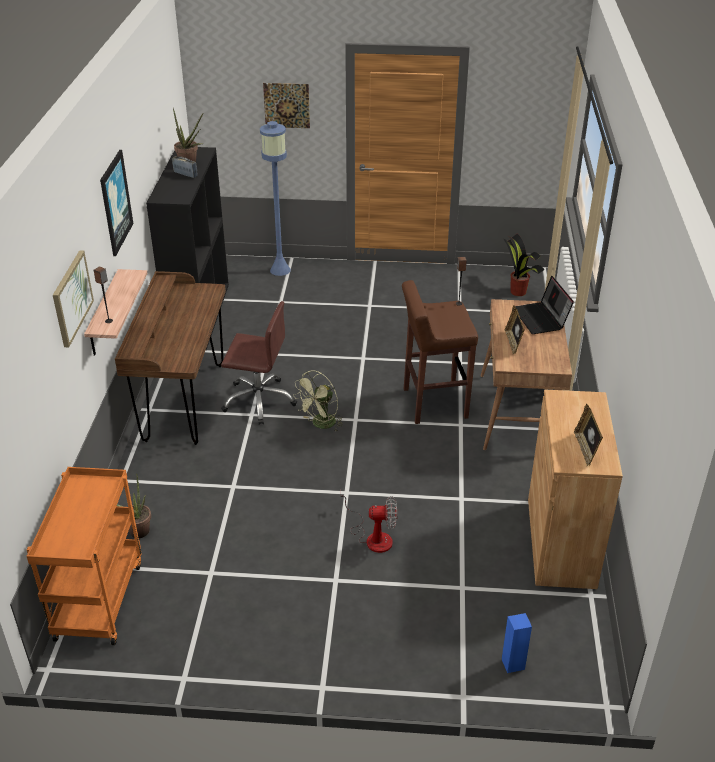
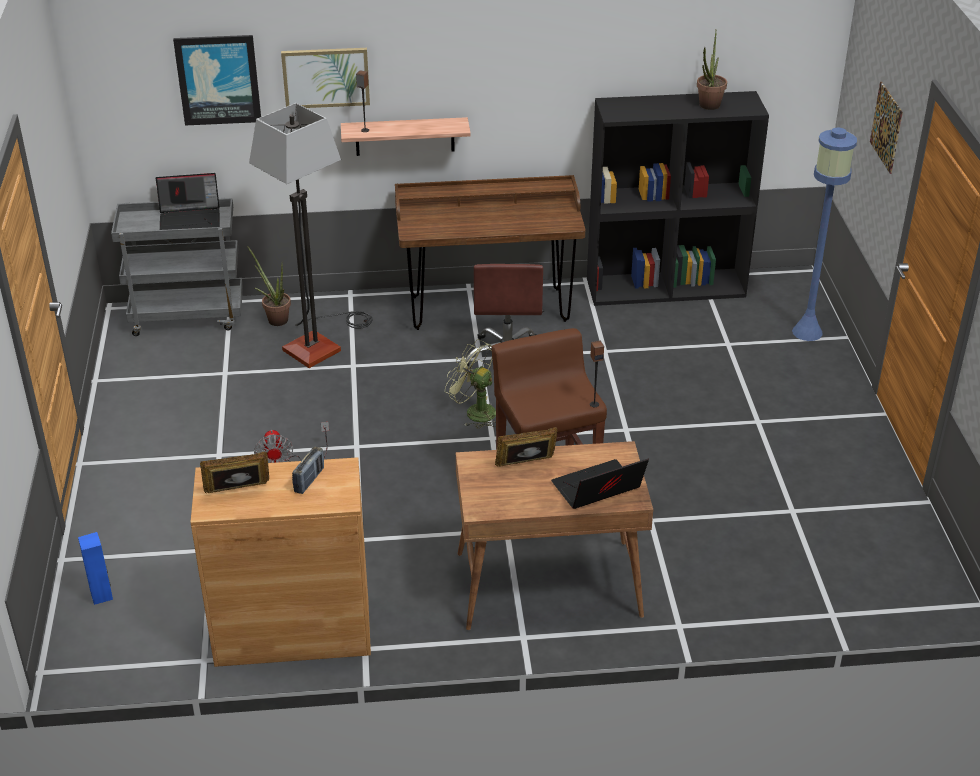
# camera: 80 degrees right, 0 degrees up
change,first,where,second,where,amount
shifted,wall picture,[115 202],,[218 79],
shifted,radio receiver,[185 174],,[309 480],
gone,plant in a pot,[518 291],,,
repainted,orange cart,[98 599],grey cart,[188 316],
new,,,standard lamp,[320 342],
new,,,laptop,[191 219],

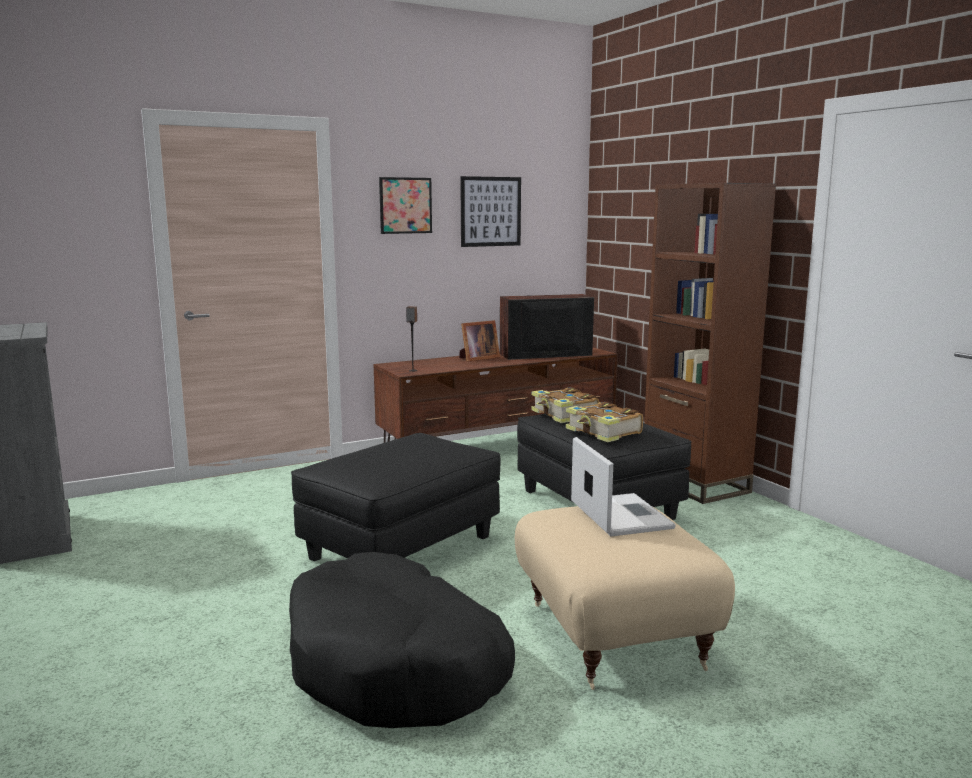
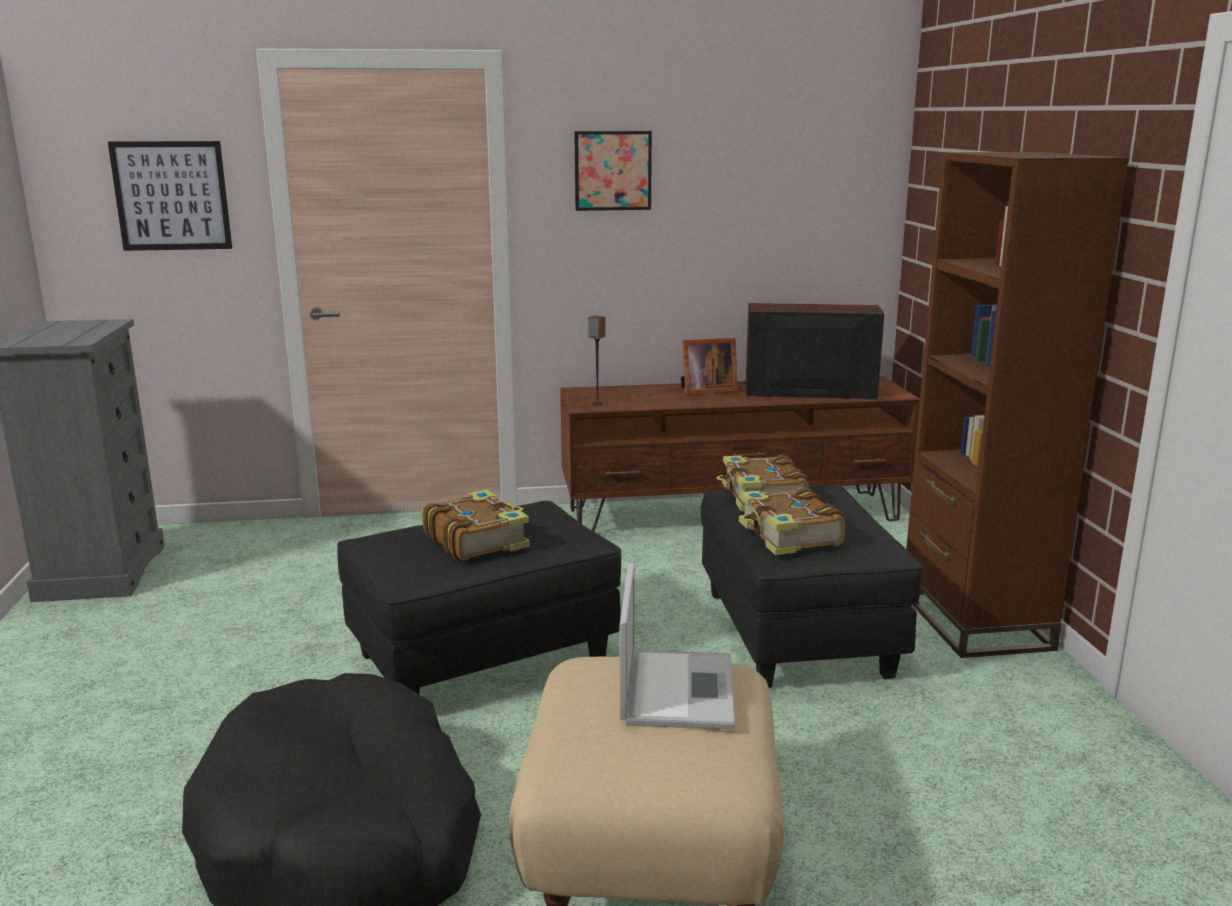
# camera: 20 degrees right, 5 degrees up
change,first,where,second,where,amount
shifted,wall picture,[490 211],,[171 196],
new,,,volume,[476 540],

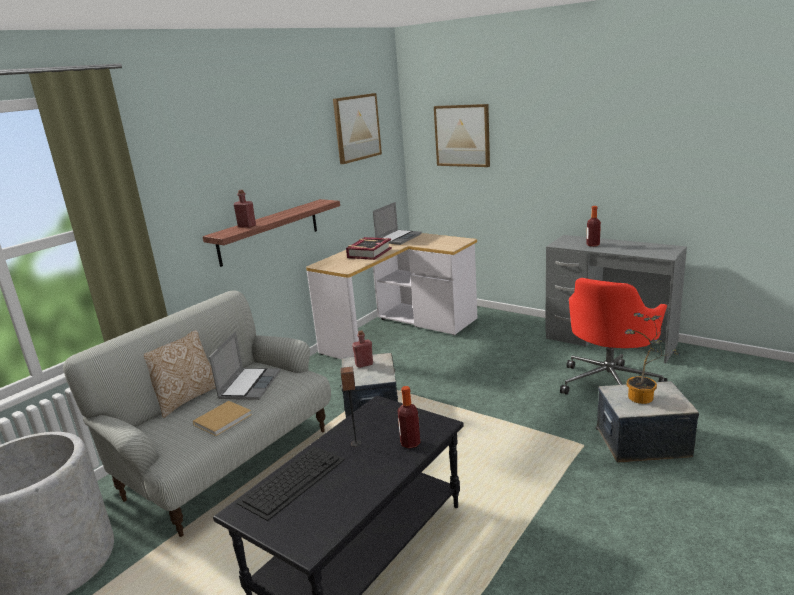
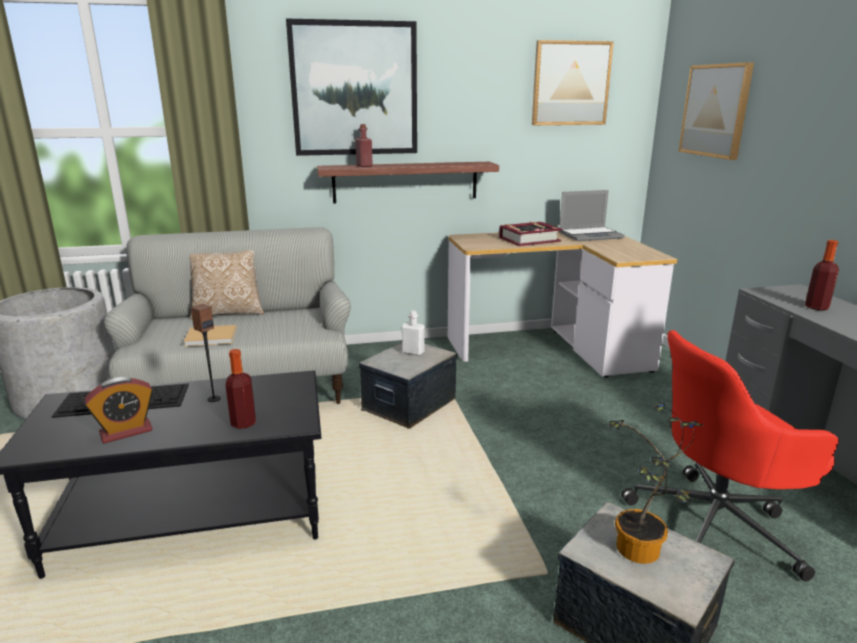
# camera: 40 degrees right, 0 degrees up
change,first,where,second,where,amount
gone,laptop,[249 385],,,
repainted,red-coloured drink bottle,[364 364],white drink bottle,[413 352],
new,,,wall picture,[354 89],
new,,,bedside clock,[126 432],

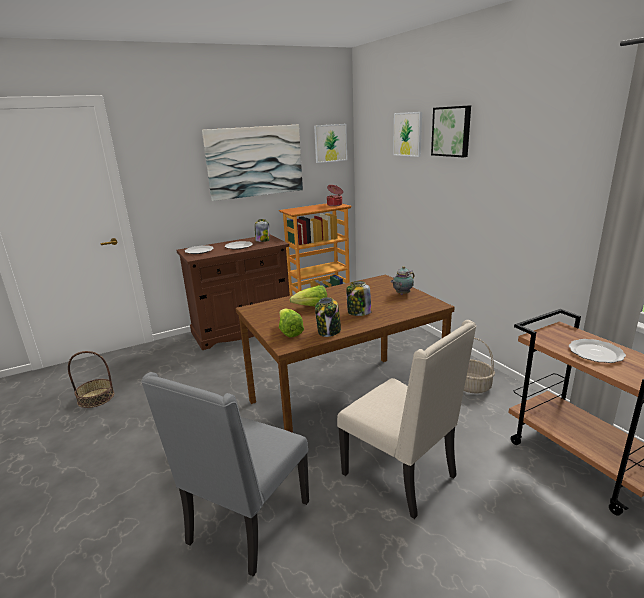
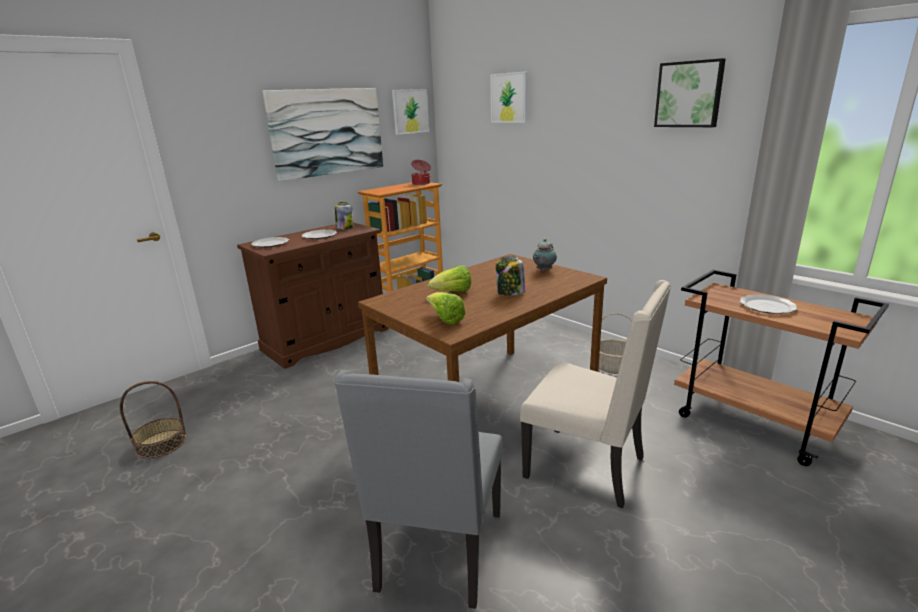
# camera: 15 degrees left, 0 degrees up
change,first,where,second,where,amount
shifted,wall picture,[452 131],,[689 94],
gone,preserve jar,[329 331],,,

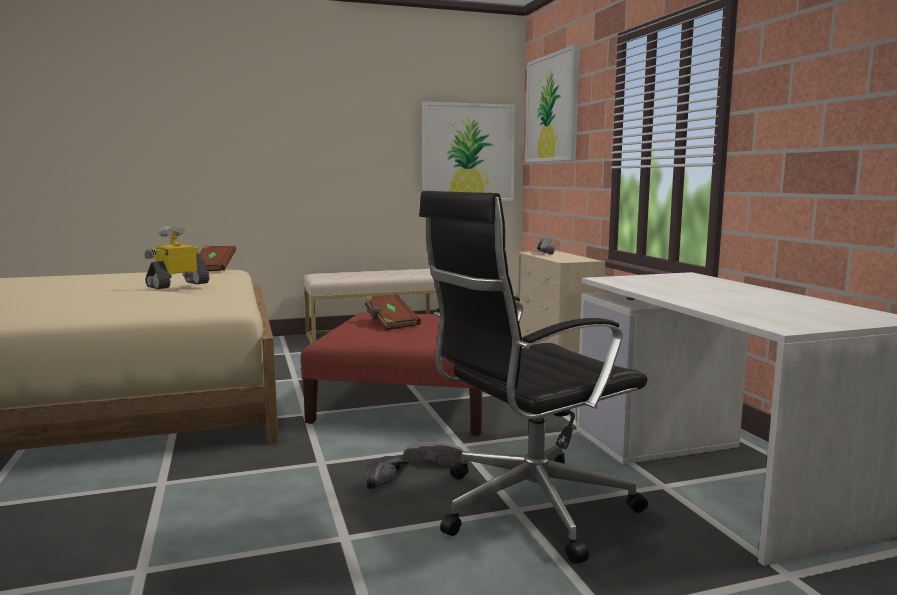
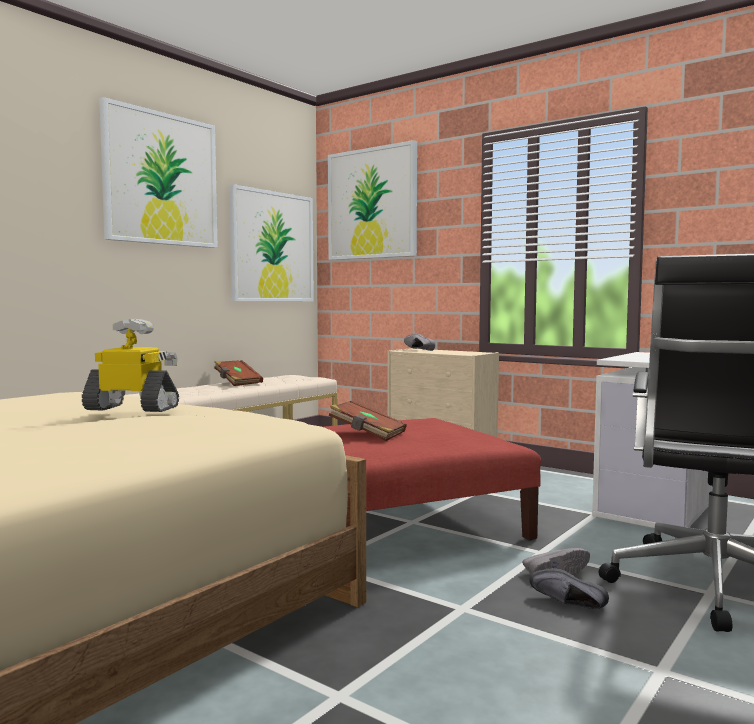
# camera: 35 degrees left, 5 degrees down
change,first,where,second,where,amount
rotated,model robot,[177 285],,[133 408],90 degrees clockwise
shifted,brownish volume,[213 269],,[237 383],
rotated,black-coloured low shoe,[388 482],,[567 605],135 degrees clockwise
new,,,wall picture,[161 179],

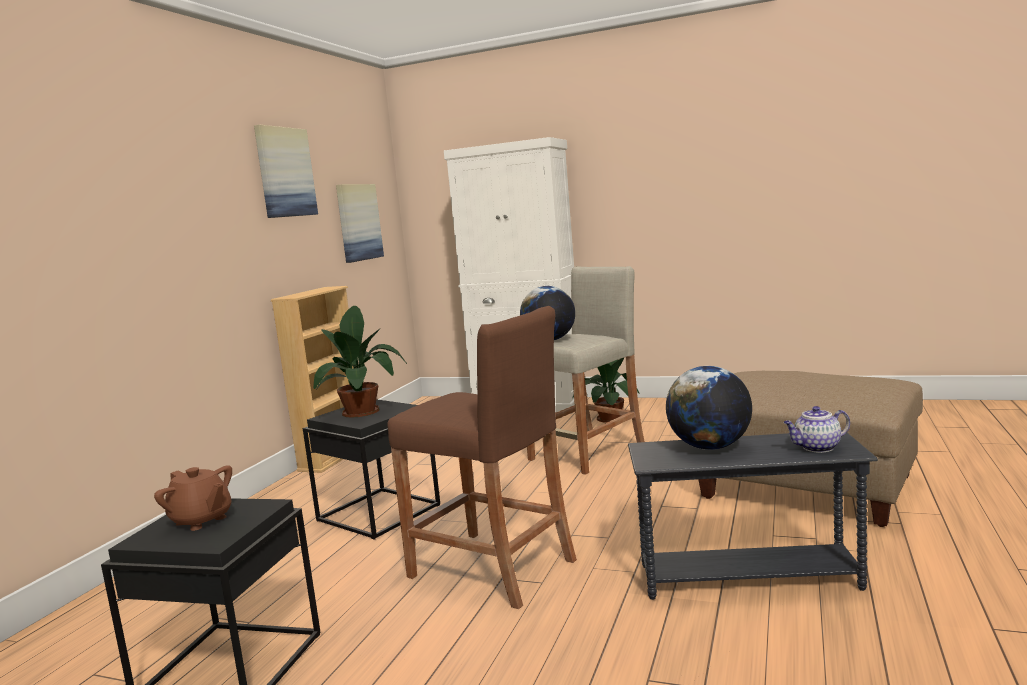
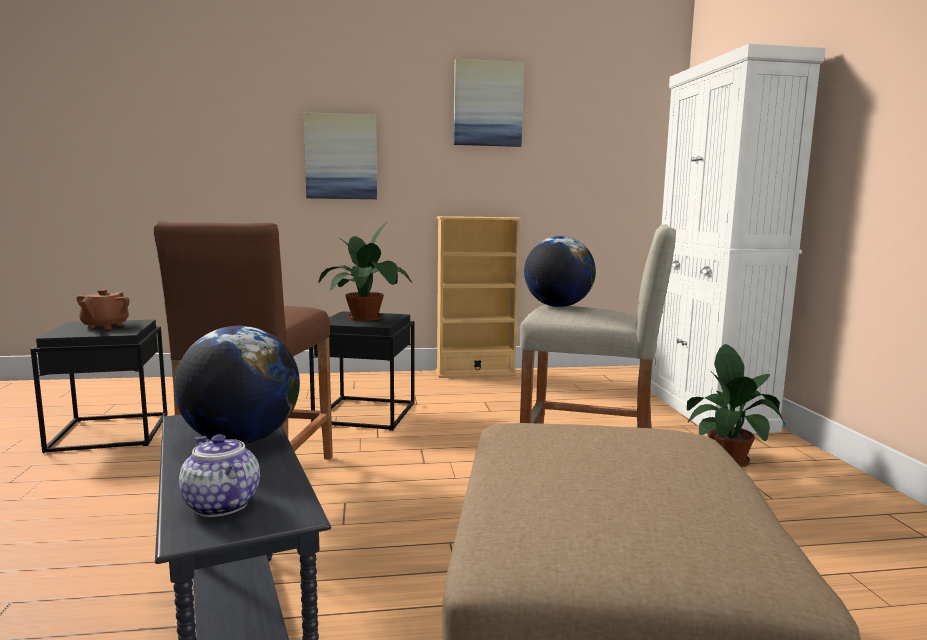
# camera: 60 degrees right, 0 degrees up
change,first,where,second,where,amount
shifted,wall picture,[358 222],,[341 157],

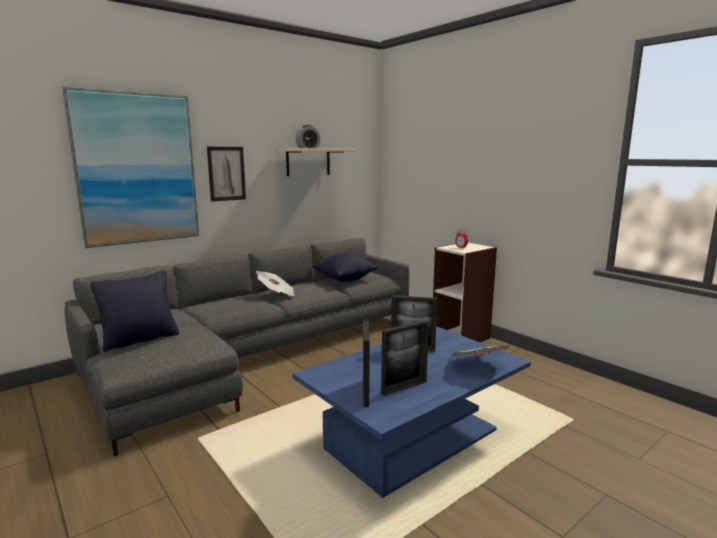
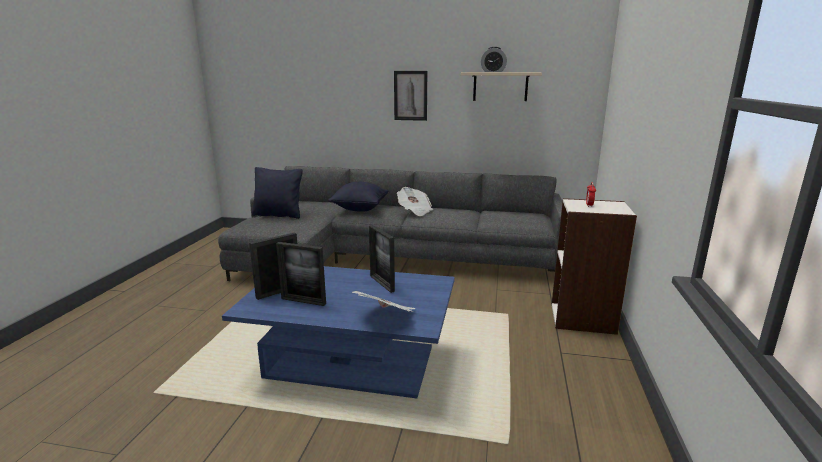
# camera: 50 degrees right, 5 degrees up
change,first,where,second,where,amount
gone,wall picture,[137 169],,,
shifted,black-coloured cushion,[344 279],,[360 209],

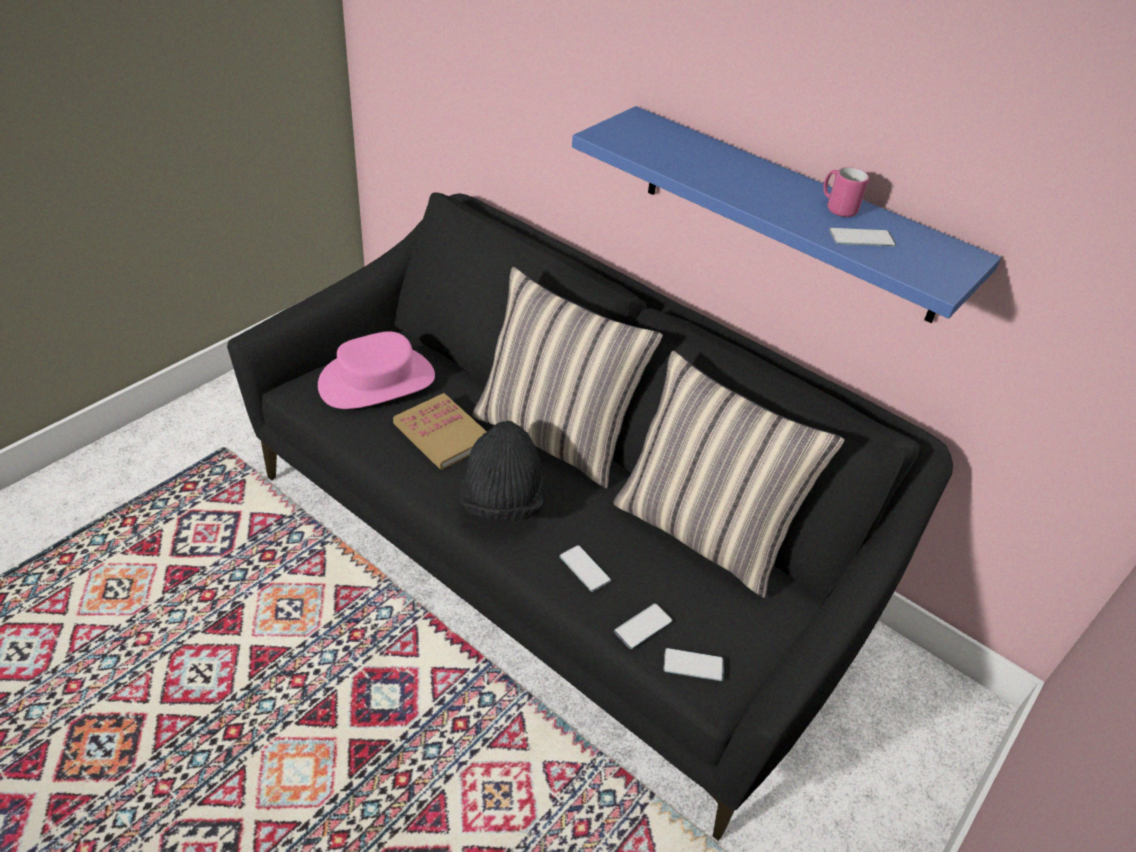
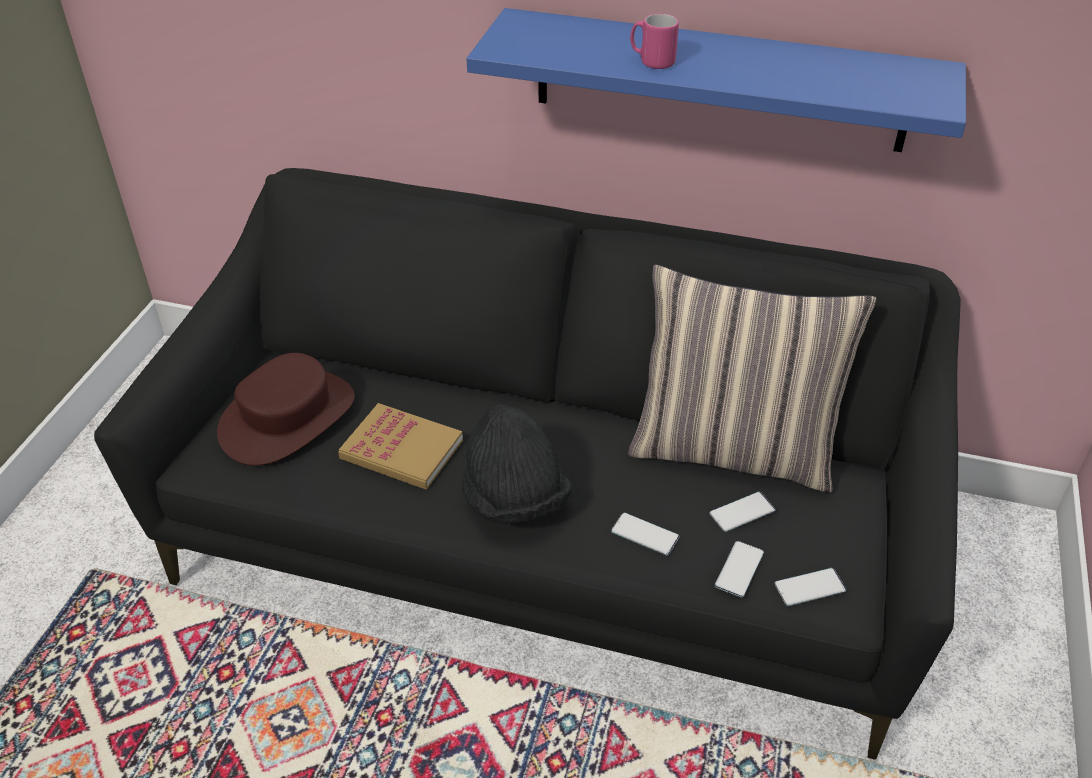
# camera: 20 degrees left, 0 degrees up
change,first,where,second,where,amount
shifted,pinkish mug,[837 208],,[651 61],
shifted,telephone,[862 238],,[742 512],
gone,cushion,[555 436],,,
repainted,pinkish clothing hat,[377 381],brownish clothing hat,[288 418],

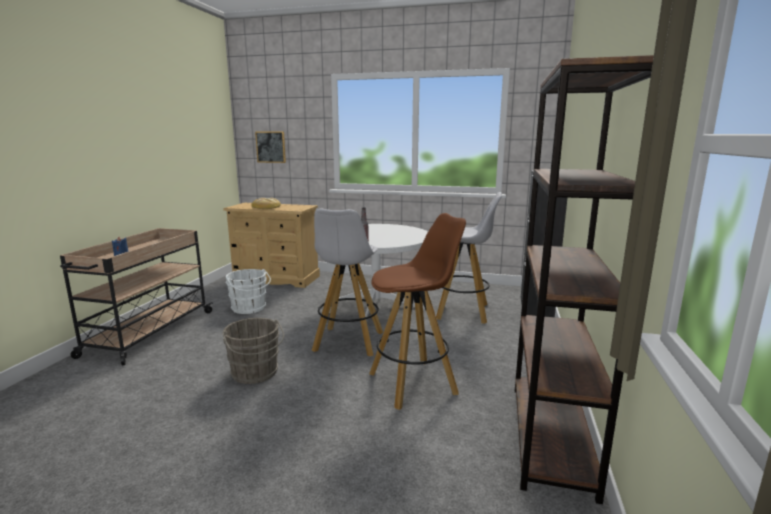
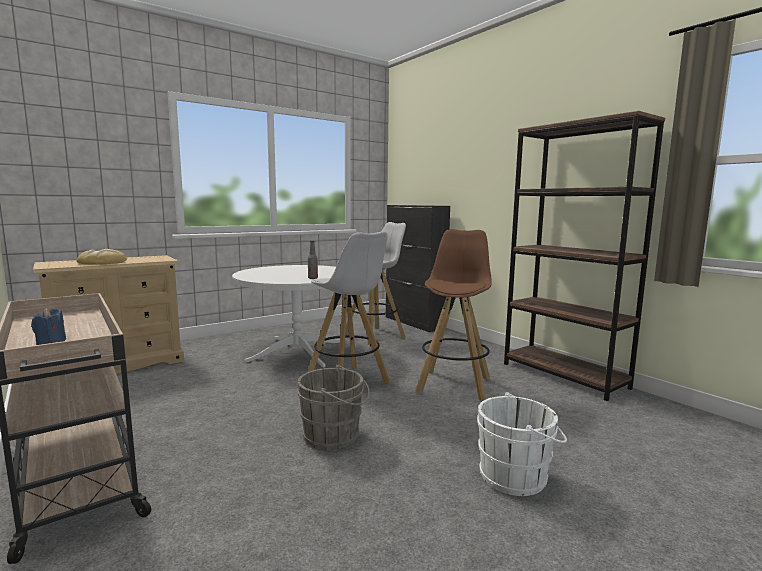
# camera: 50 degrees left, 5 degrees down
change,first,where,second,where,amount
gone,wall picture,[271 147],,,
shifted,white water bucket,[249 308],,[517 476],

